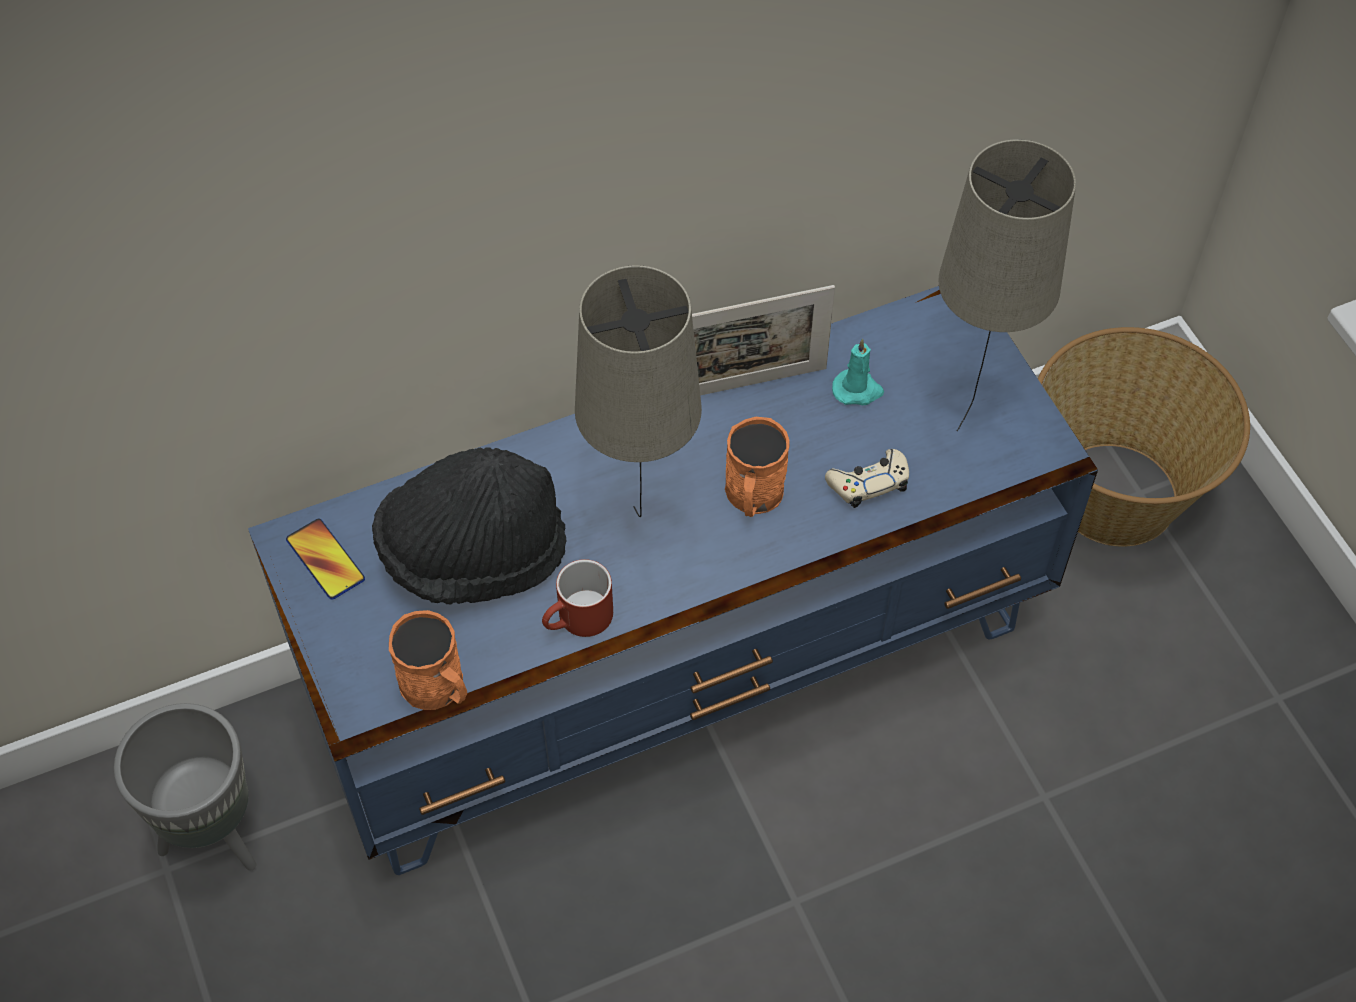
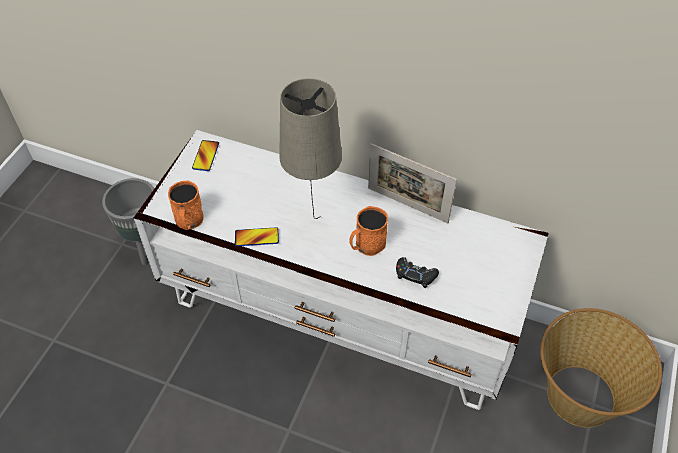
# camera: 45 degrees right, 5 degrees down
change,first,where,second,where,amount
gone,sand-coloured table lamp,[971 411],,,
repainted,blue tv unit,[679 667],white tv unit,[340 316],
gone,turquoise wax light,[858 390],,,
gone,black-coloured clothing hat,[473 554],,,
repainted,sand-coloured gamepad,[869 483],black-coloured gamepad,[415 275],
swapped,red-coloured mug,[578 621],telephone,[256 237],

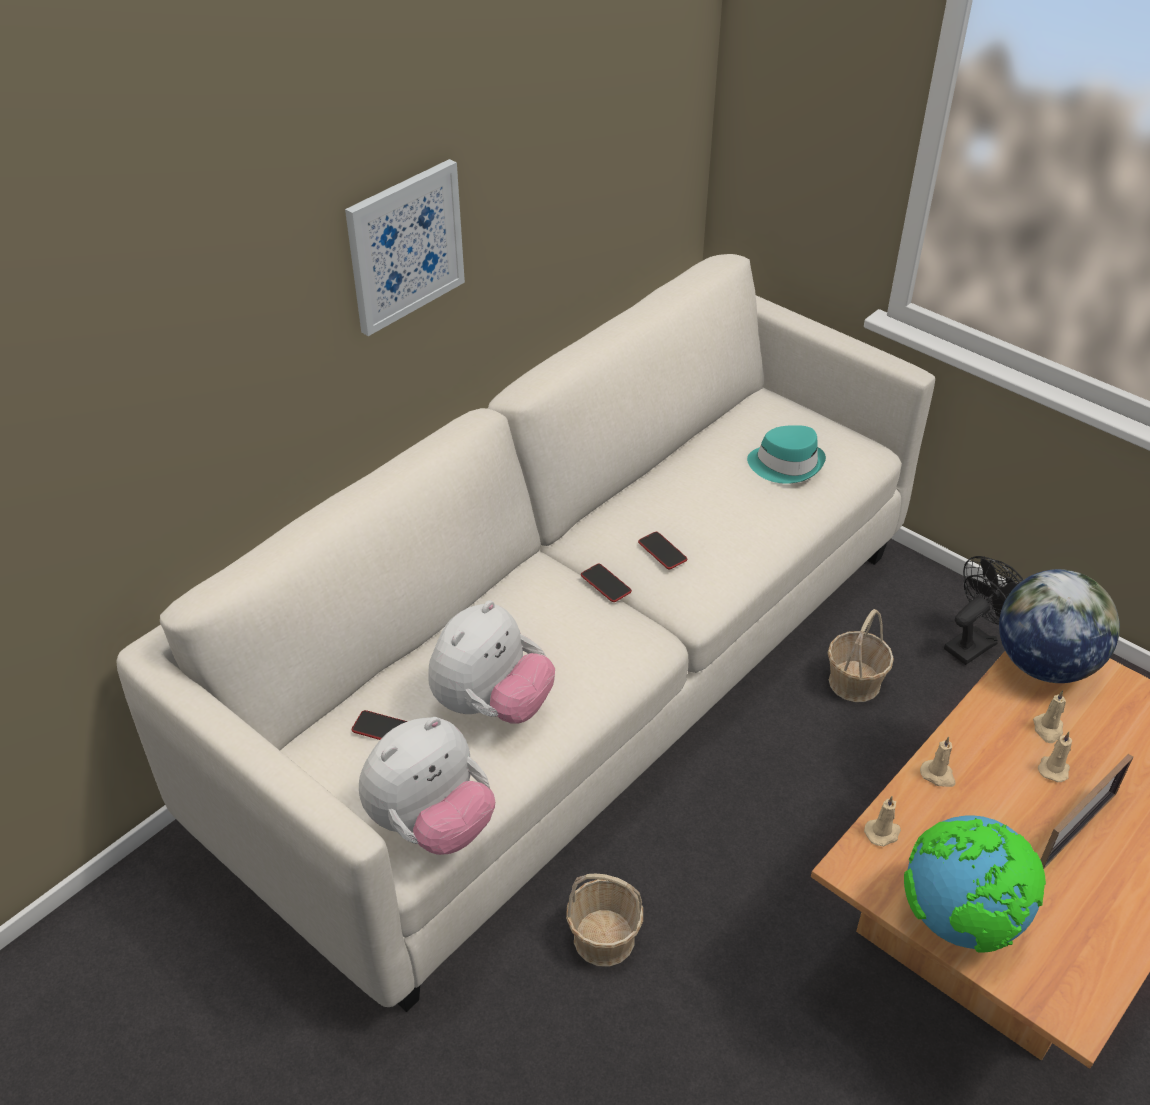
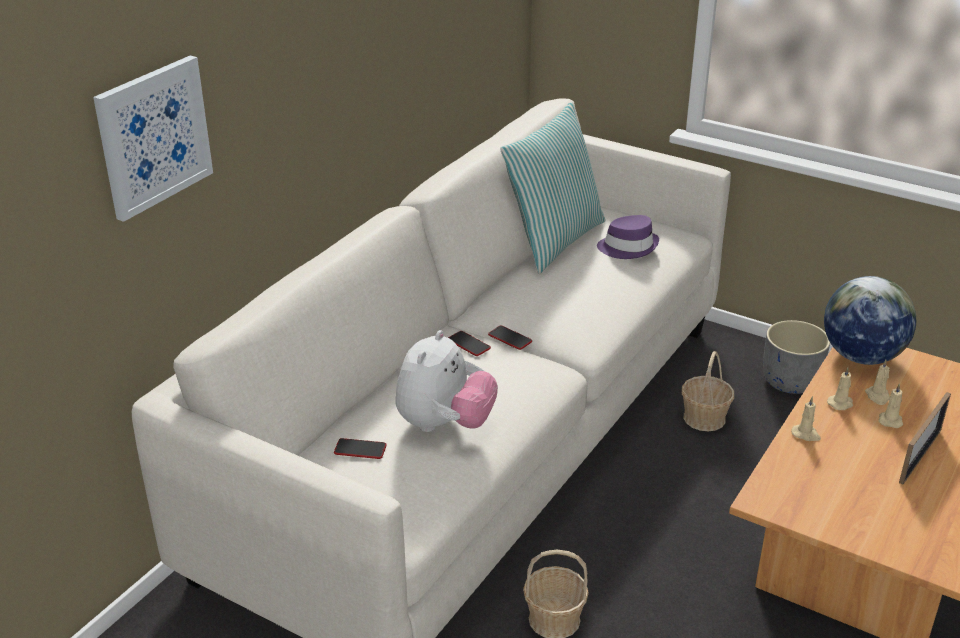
# camera: 10 degrees left, 10 degrees down
change,first,where,second,where,amount
shifted,wall picture,[405 246],,[153 136],
repainted,turquoise clothing hat,[786 464],purple clothing hat,[628 247],
shifted,telephone,[662 551],,[468 344],
swapped,black-coloured fan,[975 642],grey flower pot,[789 381],
gone,cuddly toy,[431 824],,,
shifted,sand-coloured wax light,[883 833],,[841 403],
gone,world globe,[961 920],,,
new,,,cushion,[553 241],

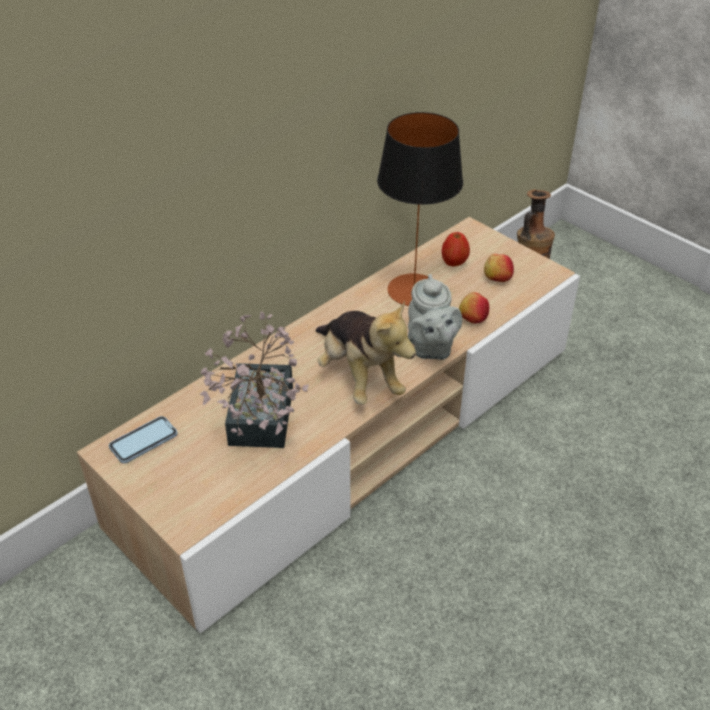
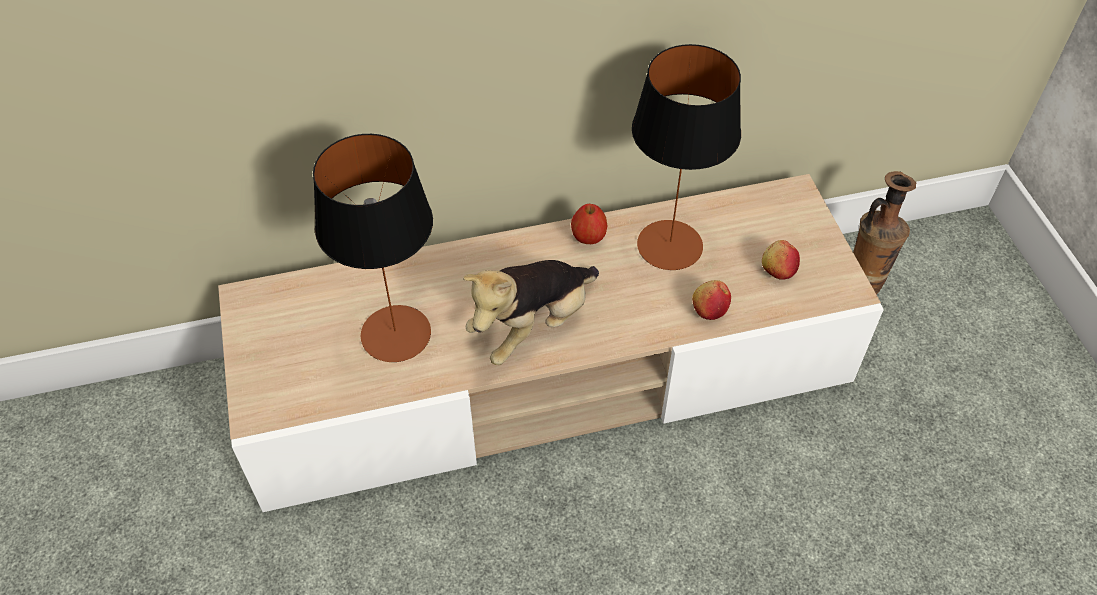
# camera: 30 degrees right, 10 degrees up
change,first,where,second,where,amount
shifted,whole apple,[454 263],,[588 238],
gone,grey pot for tea,[430 348],,,
rotated,cuddly toy,[359 377],,[532 326],45 degrees clockwise
swapped,plant in a pot,[258 424],table lamp,[395 334],
gone,telephone,[143 441],,,

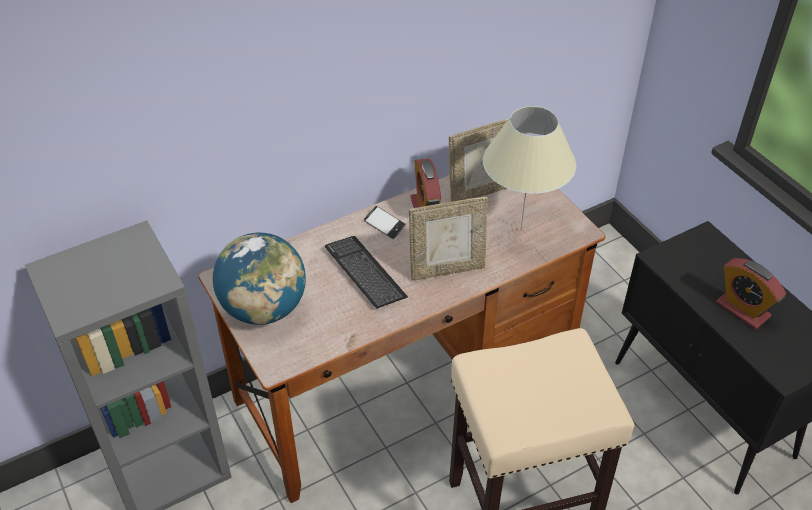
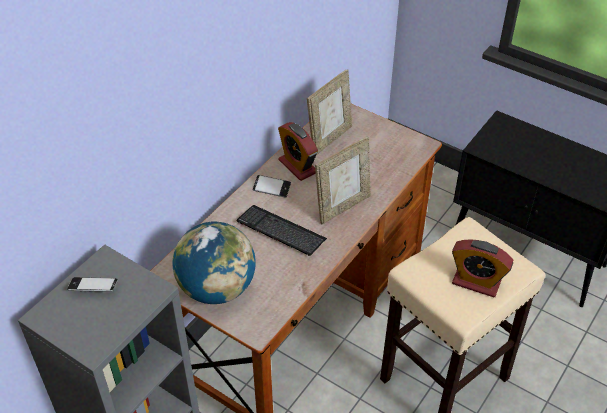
# camera: 25 degrees left, 0 degrees up
change,first,where,second,where,amount
gone,sand-coloured table lamp,[520 230],,,
shifted,bedside clock,[742 310],,[476 282],
new,,,telephone,[93 287],

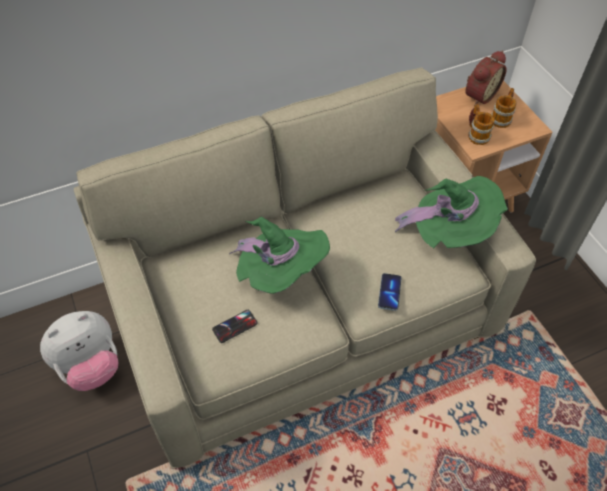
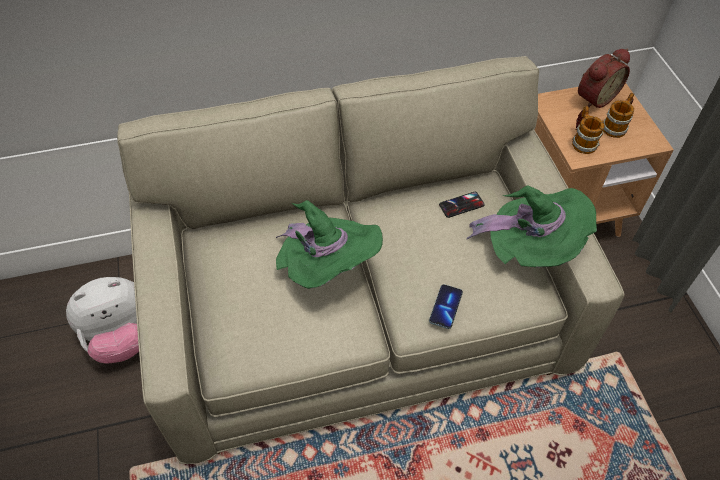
# camera: 10 degrees right, 0 degrees up
change,first,where,second,where,amount
shifted,telephone,[235 326],,[461 205],

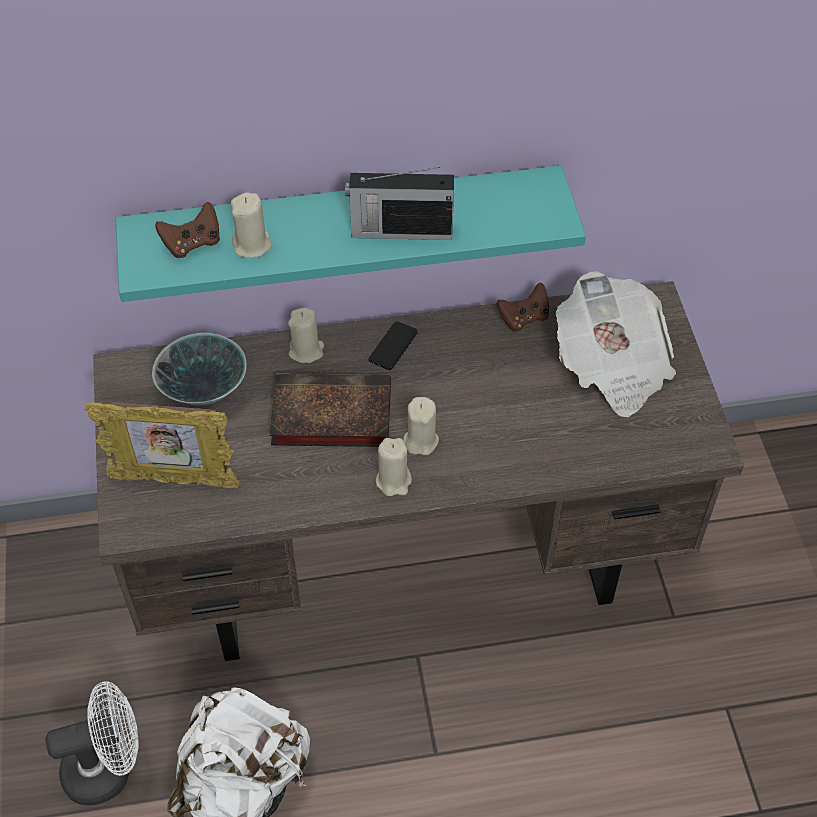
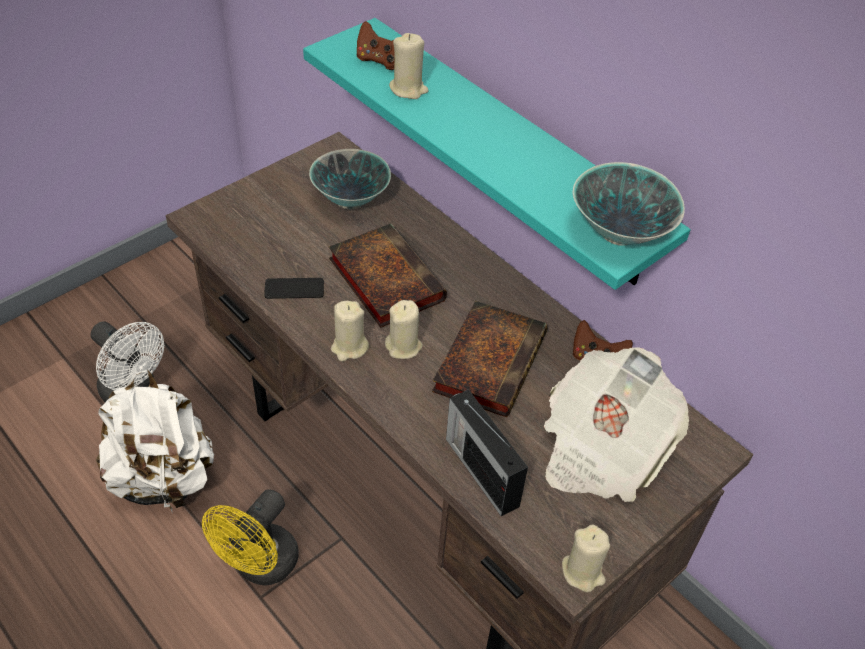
# camera: 55 degrees right, 5 degrees down
change,first,where,second,where,amount
shifted,radio receiver,[399 230],,[481 470],
shifted,sand-coloured wax light,[306 351],,[583 572],
shifted,telephone,[393 346],,[294 289],
gone,photo frame,[174 481],,,
new,,,deep dish,[618 232],
new,,,volume,[490 360],
new,,,yellowish fan,[260 566],

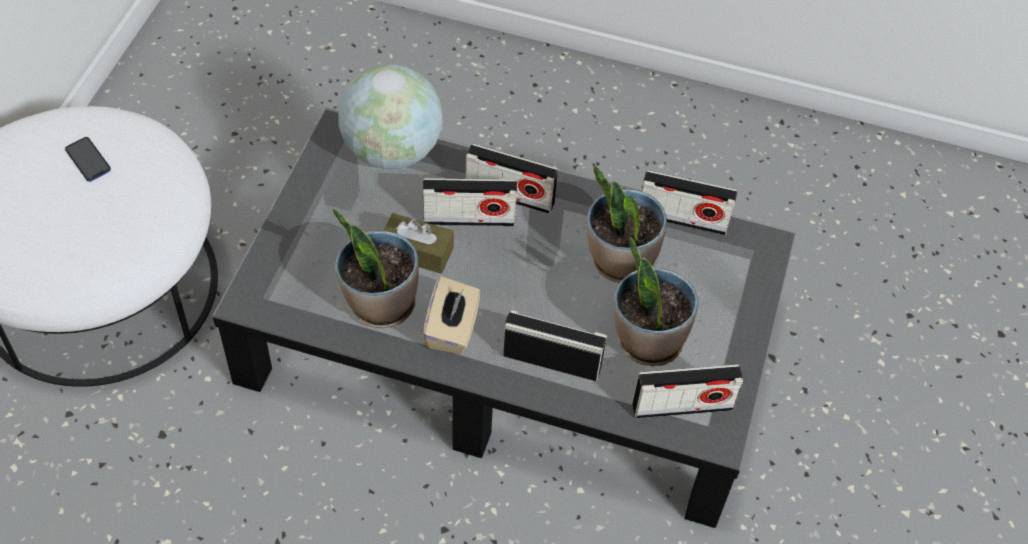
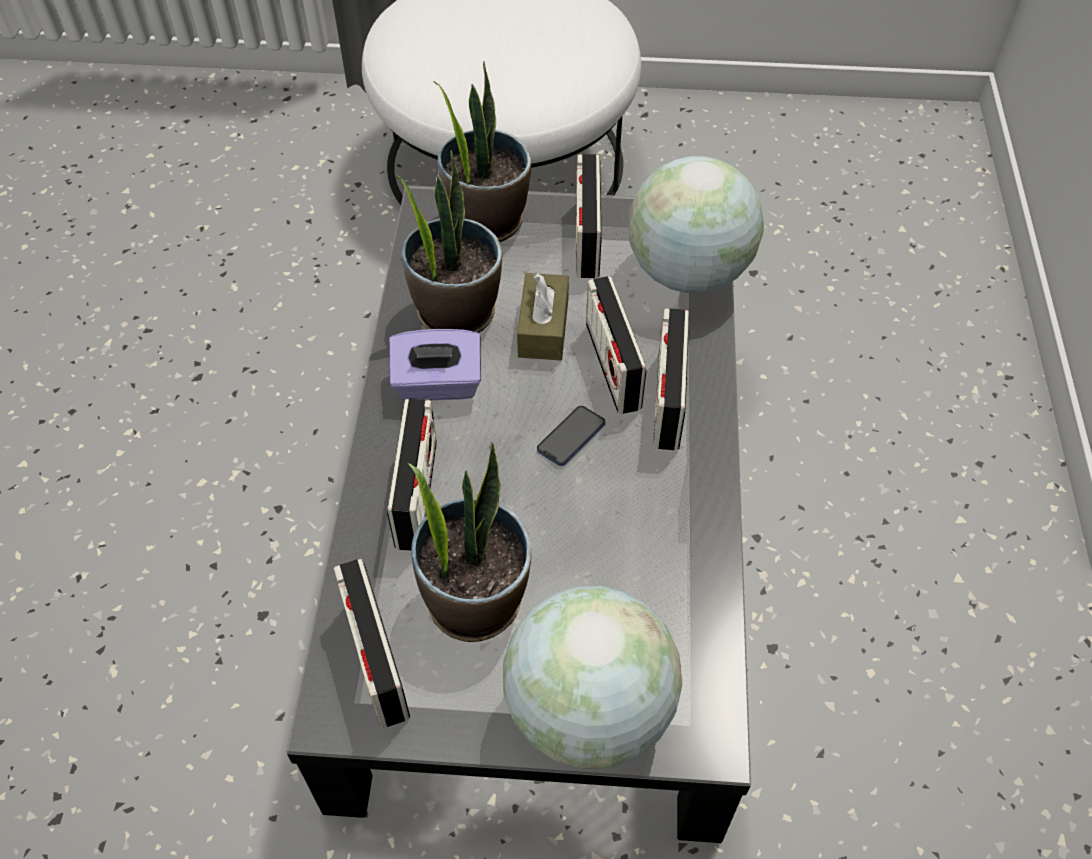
# camera: 80 degrees right, 0 degrees up
change,first,where,second,where,amount
shifted,telephone,[88 160],,[571 437],
shifted,plant in a pot,[620 261],,[486 220],
shifted,radio receiver,[682 219],,[587 238],
repainted,sand-coloured tissue holder,[452 329],purple tissue holder,[438 384],
new,,,world globe,[589 710],

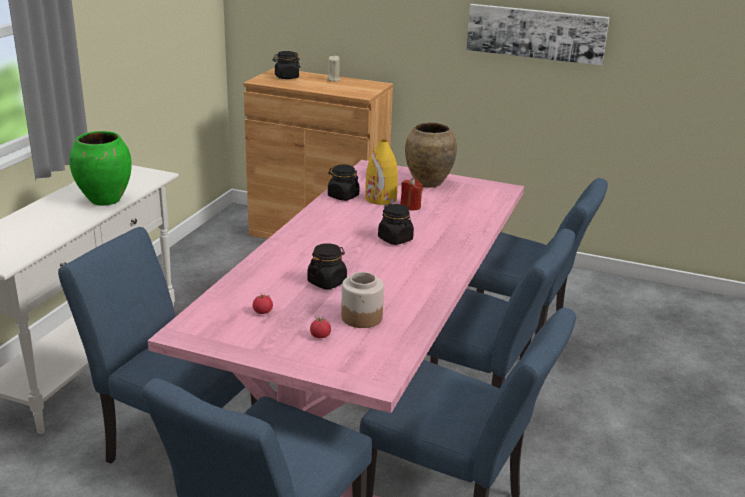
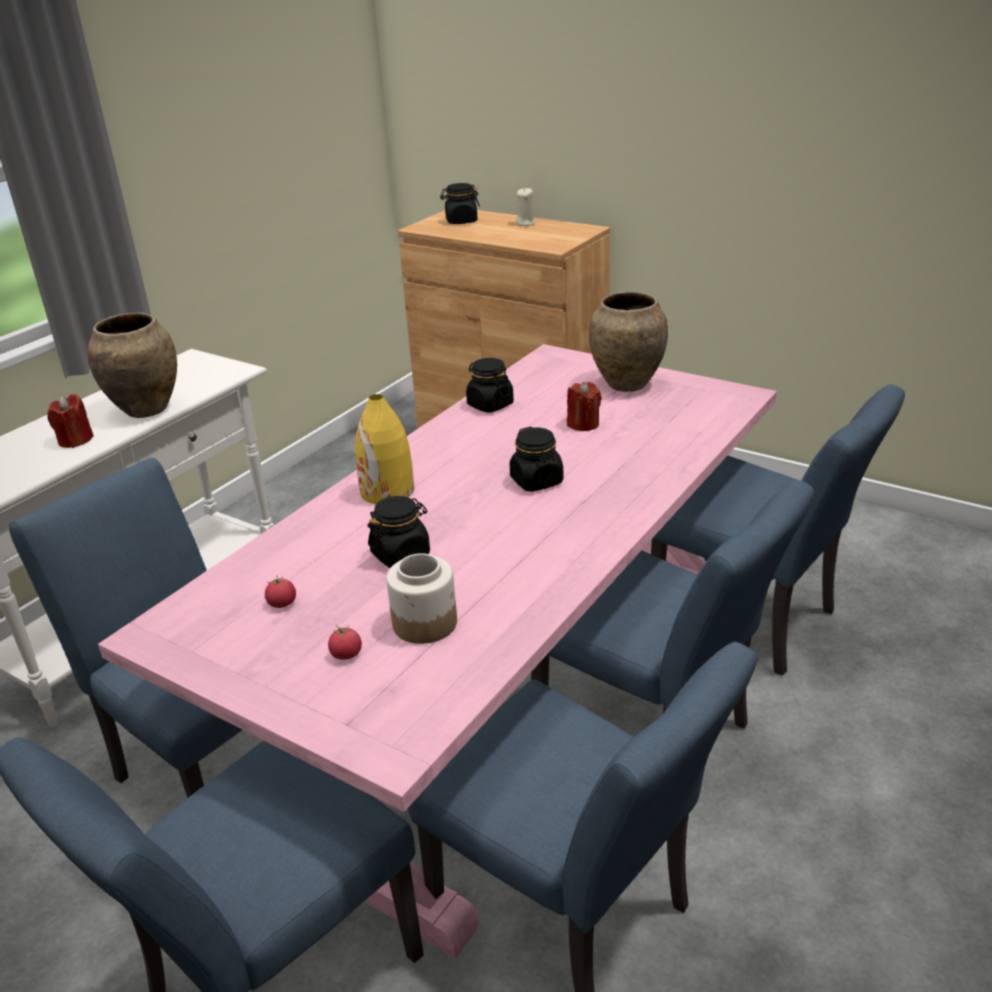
# camera: 15 degrees right, 5 degrees up
change,first,where,second,where,amount
gone,wall picture,[536 33],,,
repainted,green vase,[106 200],brownish vase,[147 409],
shifted,yellowish vase,[381 199],,[387 491],
new,,,red-coloured wax light,[75 440],

